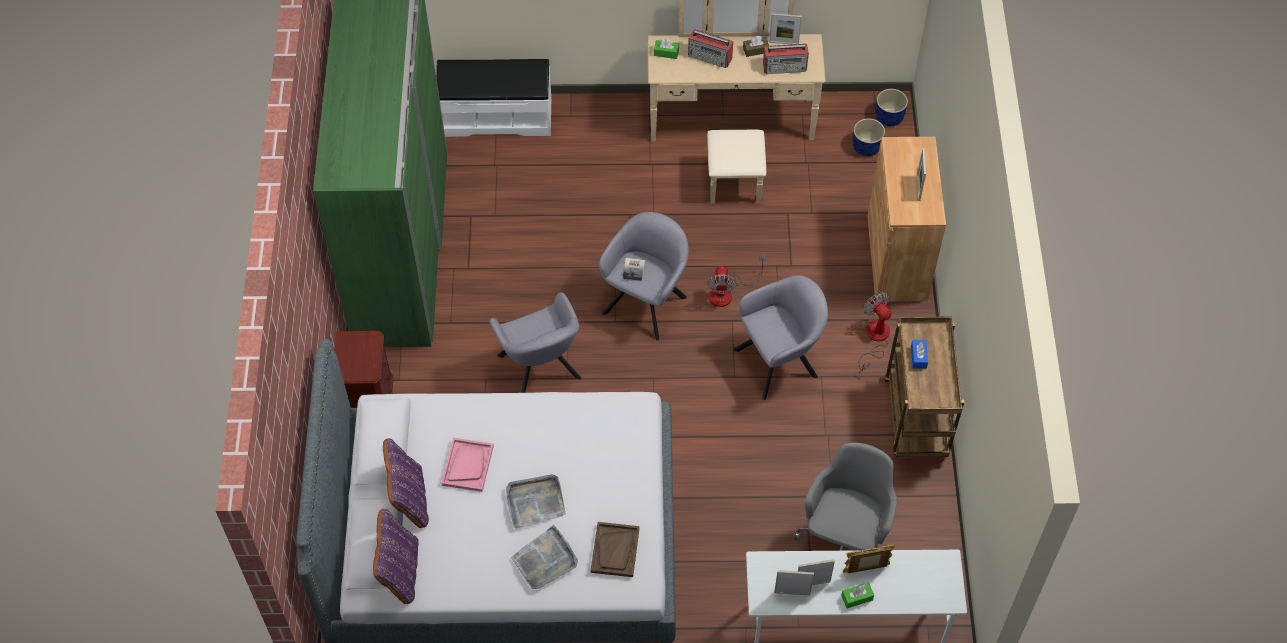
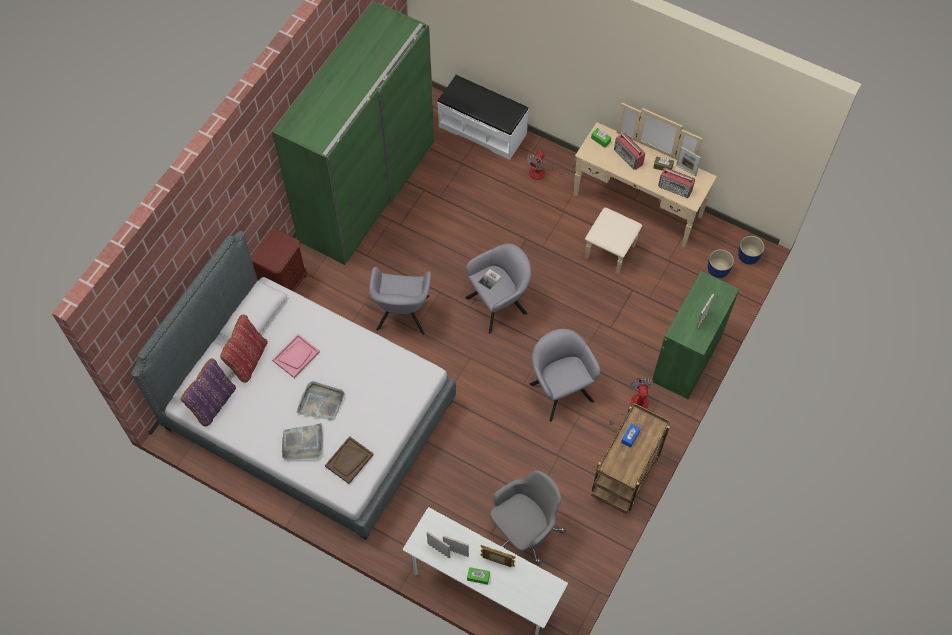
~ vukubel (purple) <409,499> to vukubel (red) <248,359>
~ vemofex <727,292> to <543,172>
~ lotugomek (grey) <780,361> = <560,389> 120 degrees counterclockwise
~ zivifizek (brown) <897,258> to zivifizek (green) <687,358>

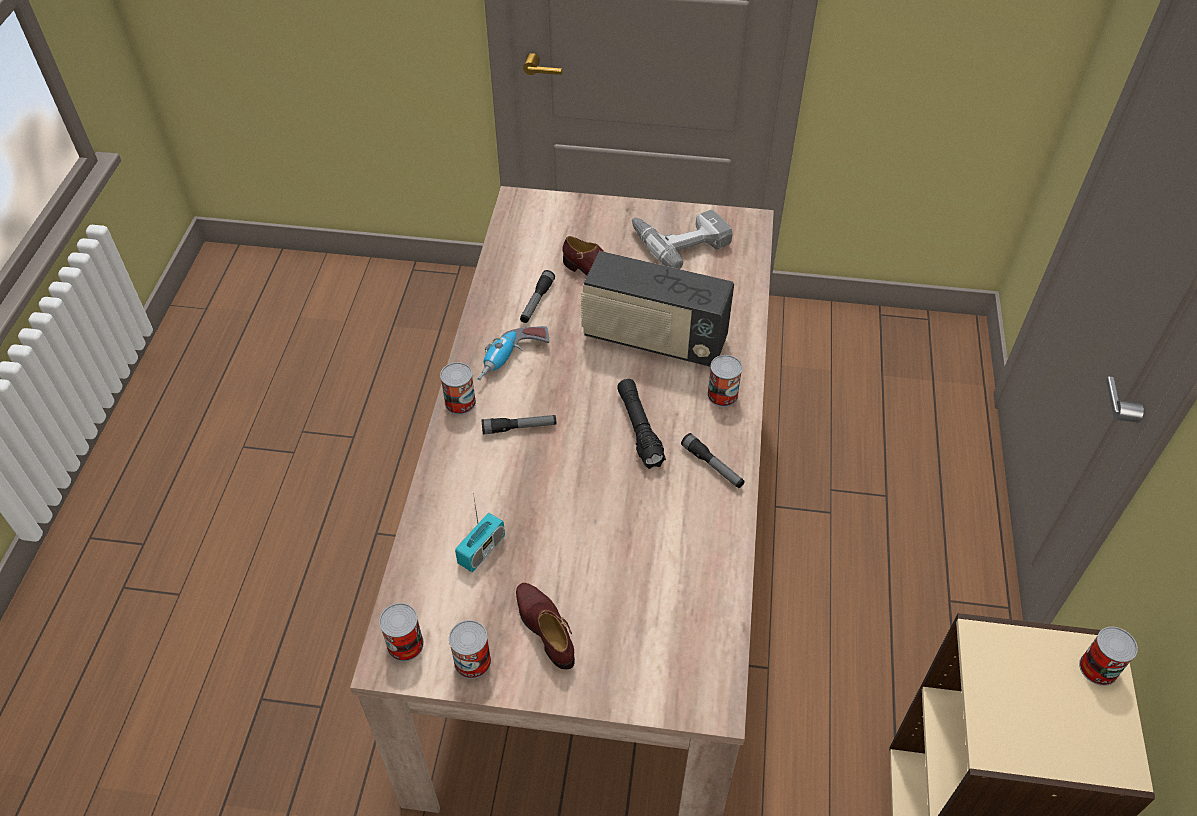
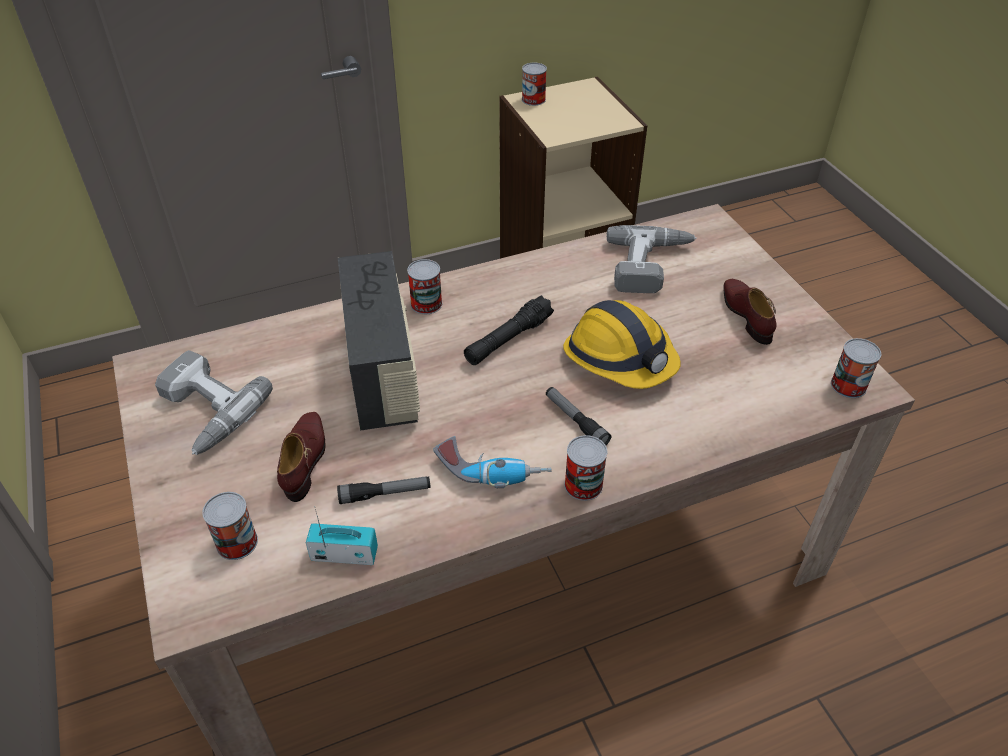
~ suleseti <472,661> to <237,542>
~ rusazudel <481,550> to <344,554>
~ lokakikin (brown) <545,628> = <747,315> 135 degrees clockwise
- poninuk <712,466>
+ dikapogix <620,358>
+ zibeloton <651,266>

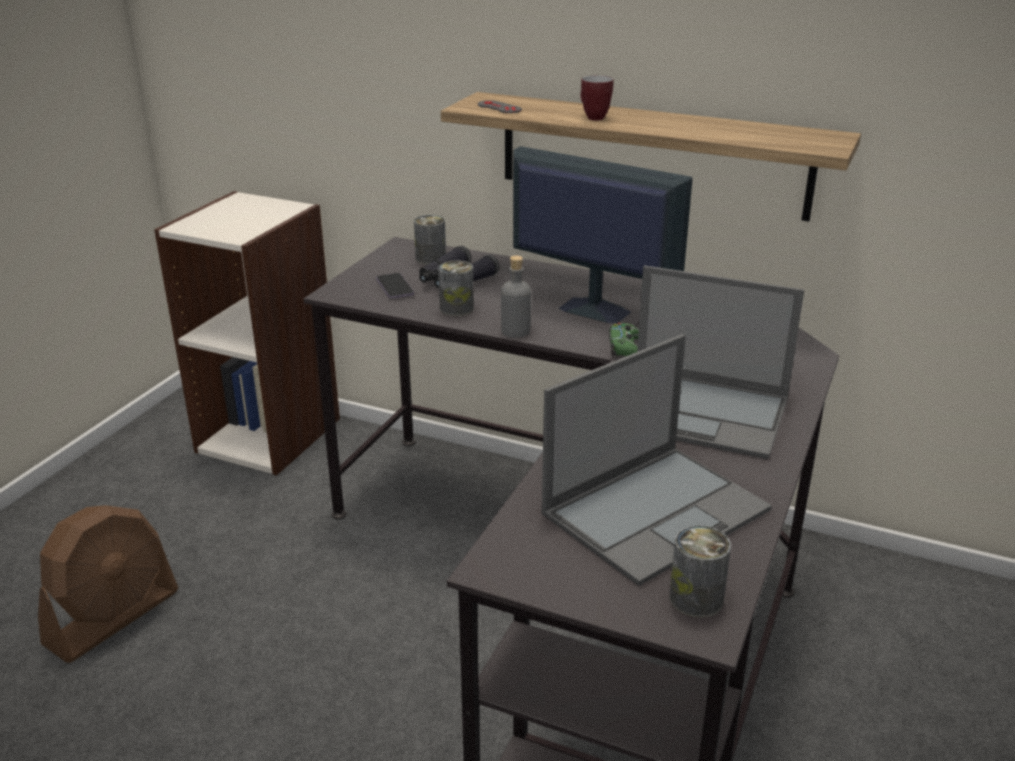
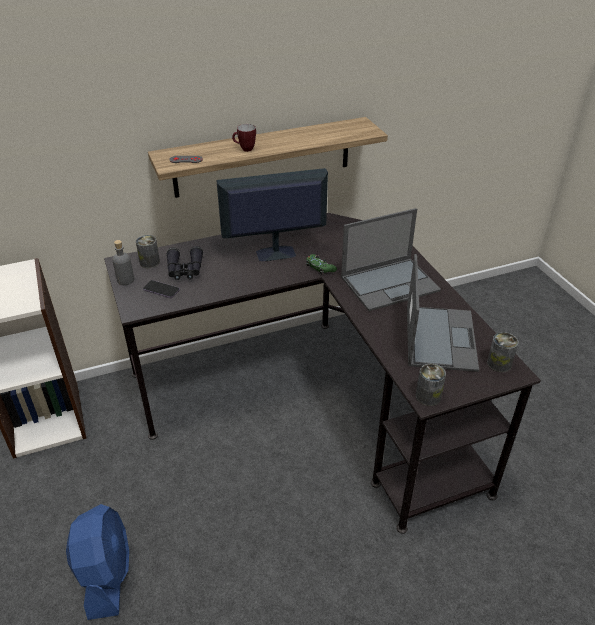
~ vemofex (brown) <113,617> to vemofex (blue) <107,574>
~ suleseti <456,309> to <428,396>
~ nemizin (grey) <515,331> to <125,280>

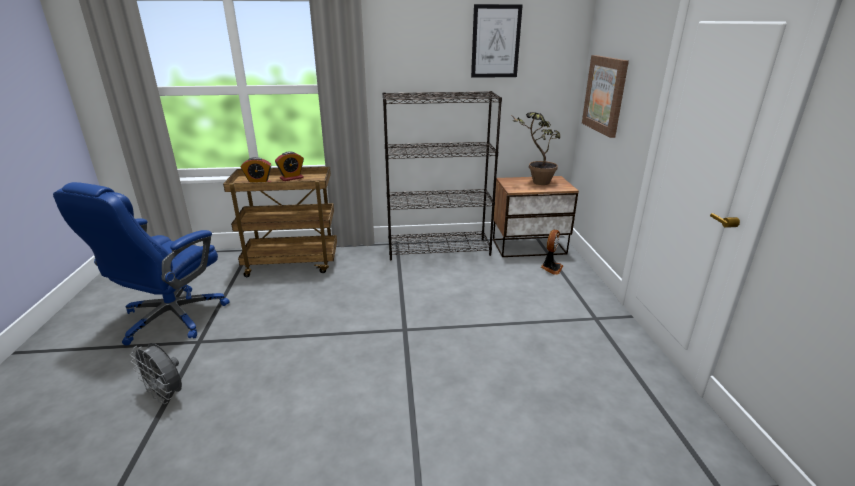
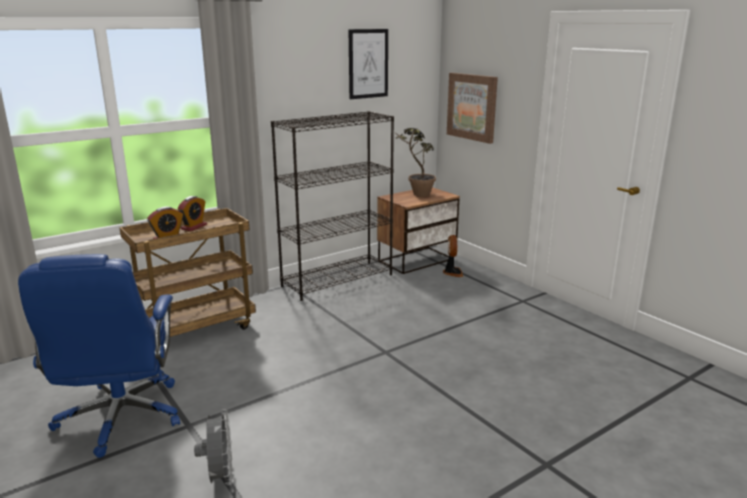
~ vemofex (grey) <166,395> = <220,477> 105 degrees counterclockwise

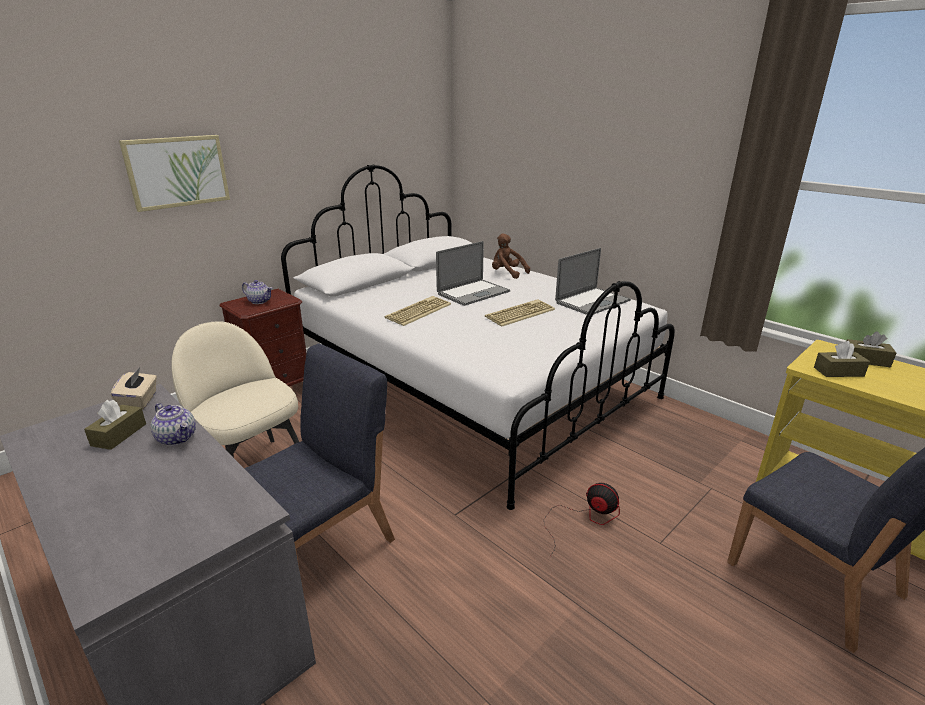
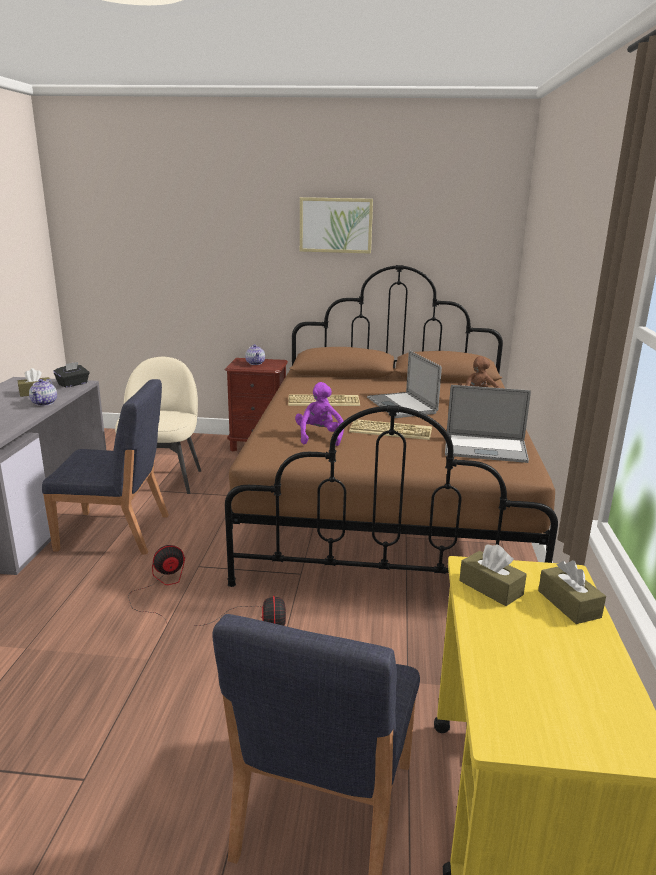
~ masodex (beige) <139,401> to masodex (black) <73,384>
~ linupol <177,172> to <335,225>
~ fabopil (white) <472,384> to fabopil (brown) <387,505>
~ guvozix <473,293> = <401,405> 60 degrees clockwise
+ vemofex <161,587>
+ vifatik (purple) <319,437>

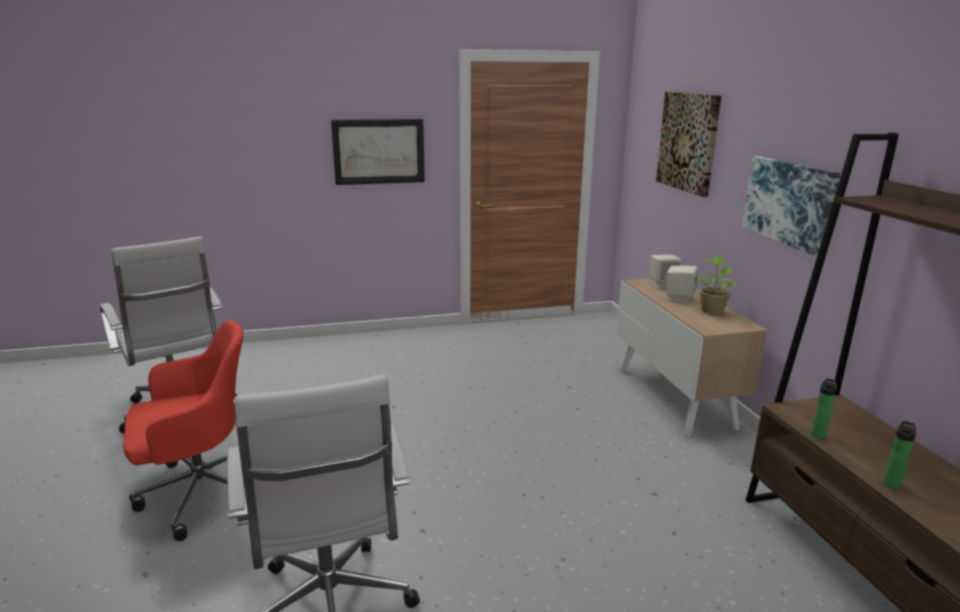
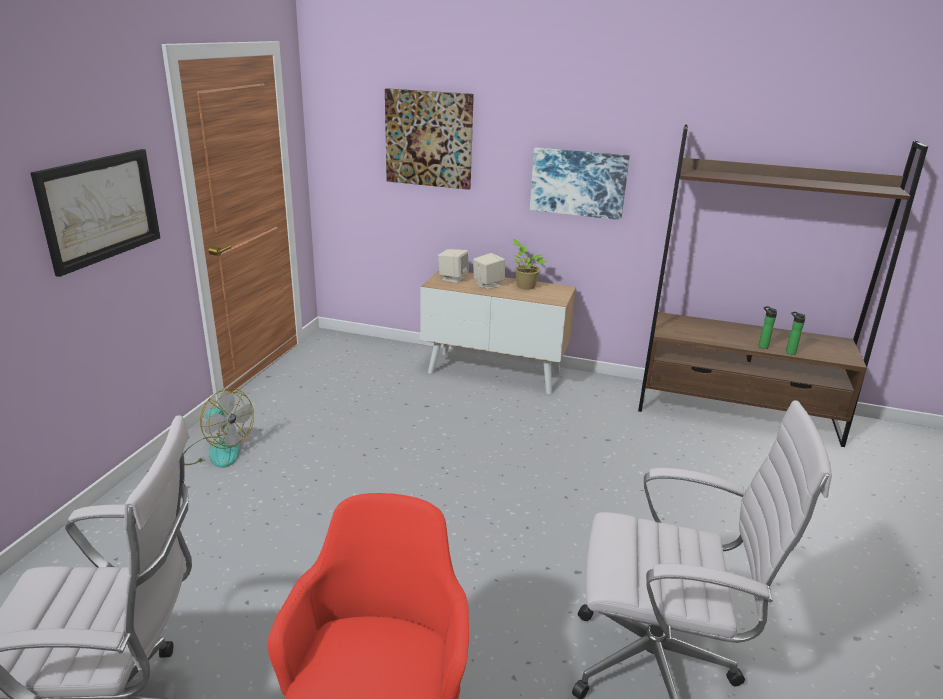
~ nemizin <818,434> to <789,352>
+ vemofex <217,451>

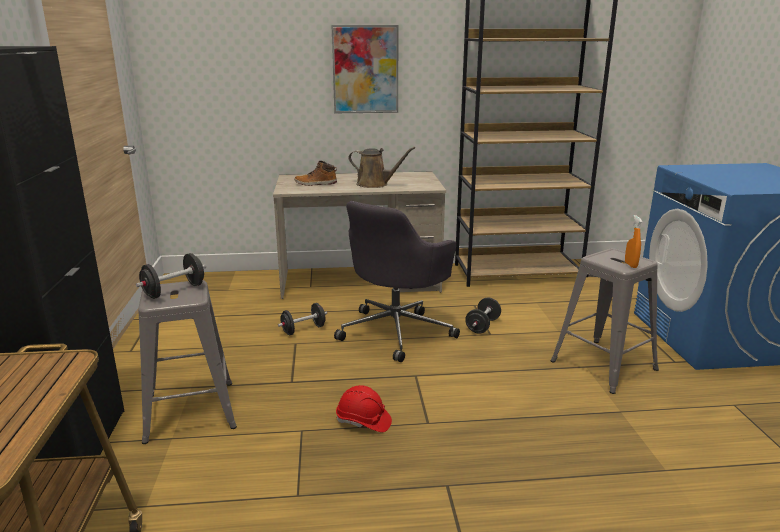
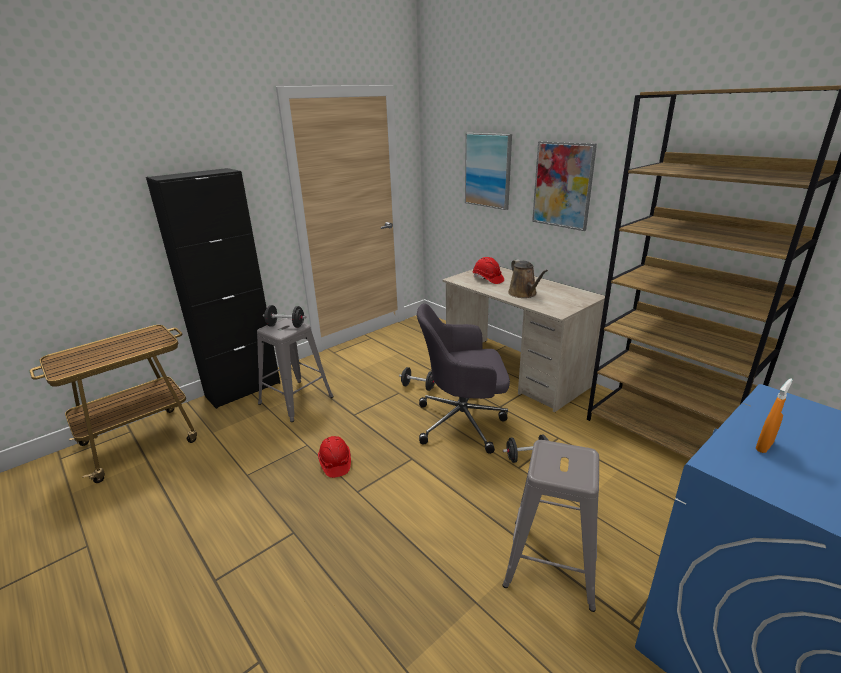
~ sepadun <315,184> to dikapogix (red) <487,279>
~ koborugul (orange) <630,265> to <764,446>
+ linupol <488,170>

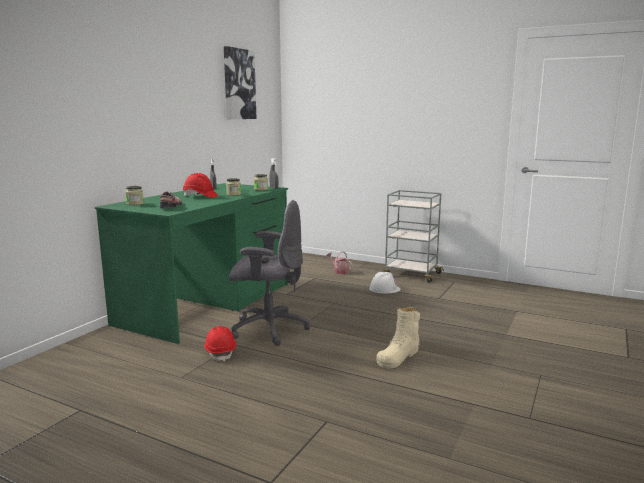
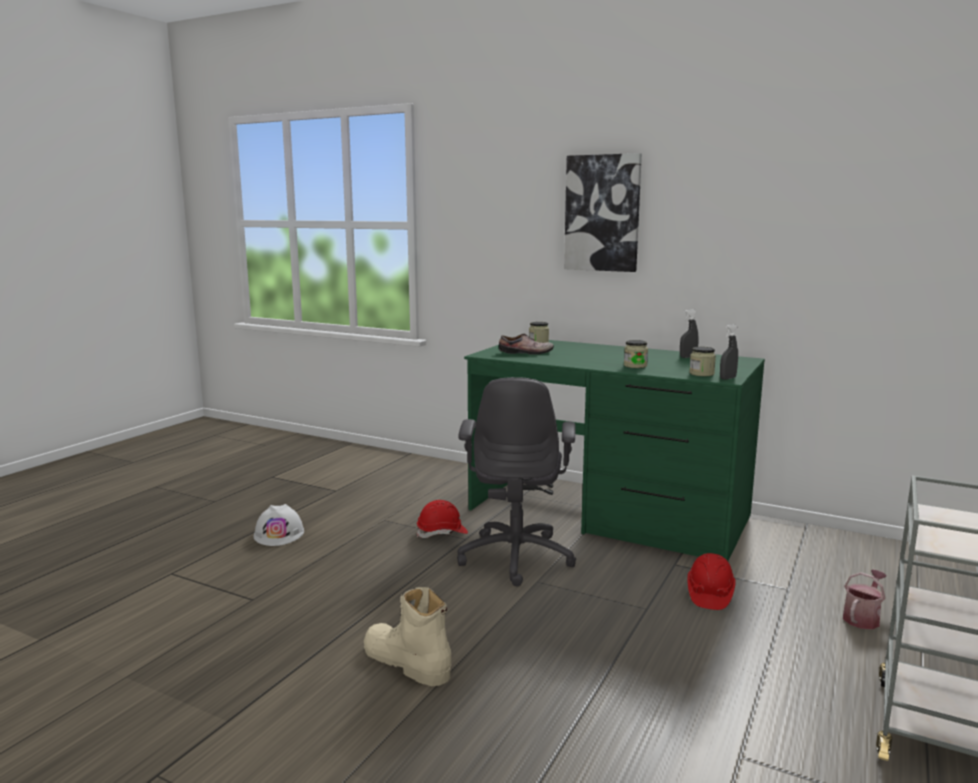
~ dikapogix (red) <200,196> to <709,594>
~ linupol <239,84> to <602,213>
~ dikapogix (white) <384,289> to <279,534>

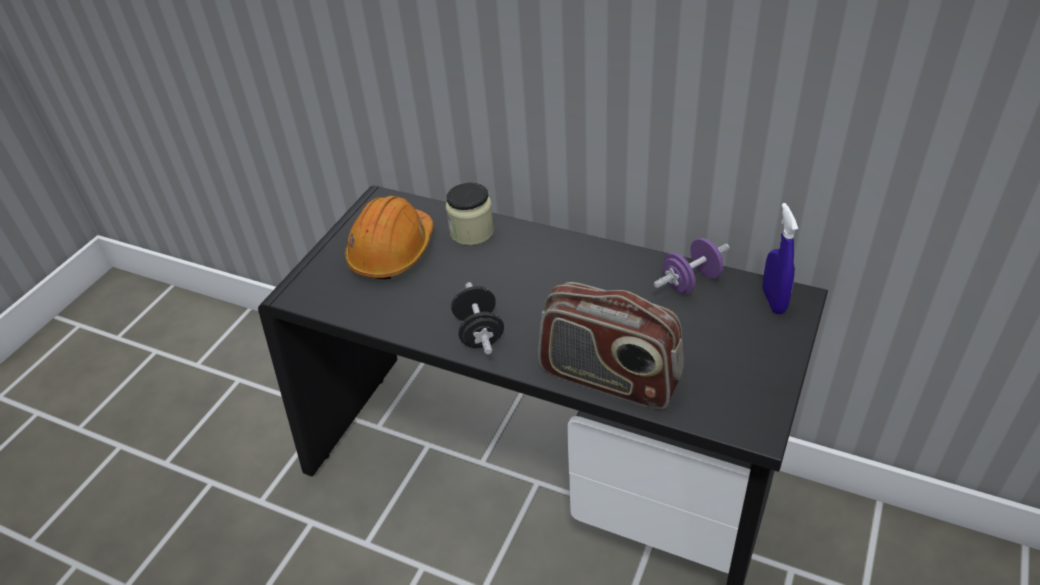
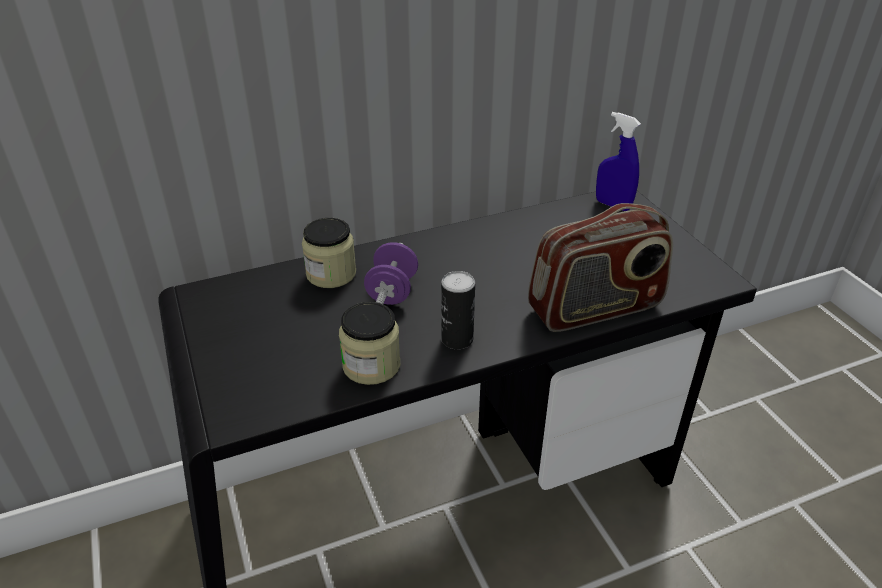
- dikapogix (orange) <392,252>
~ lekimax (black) <479,333> to suleseti <457,339>
~ lekimax (purple) <691,282> to <392,291>
+ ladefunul <371,365>

